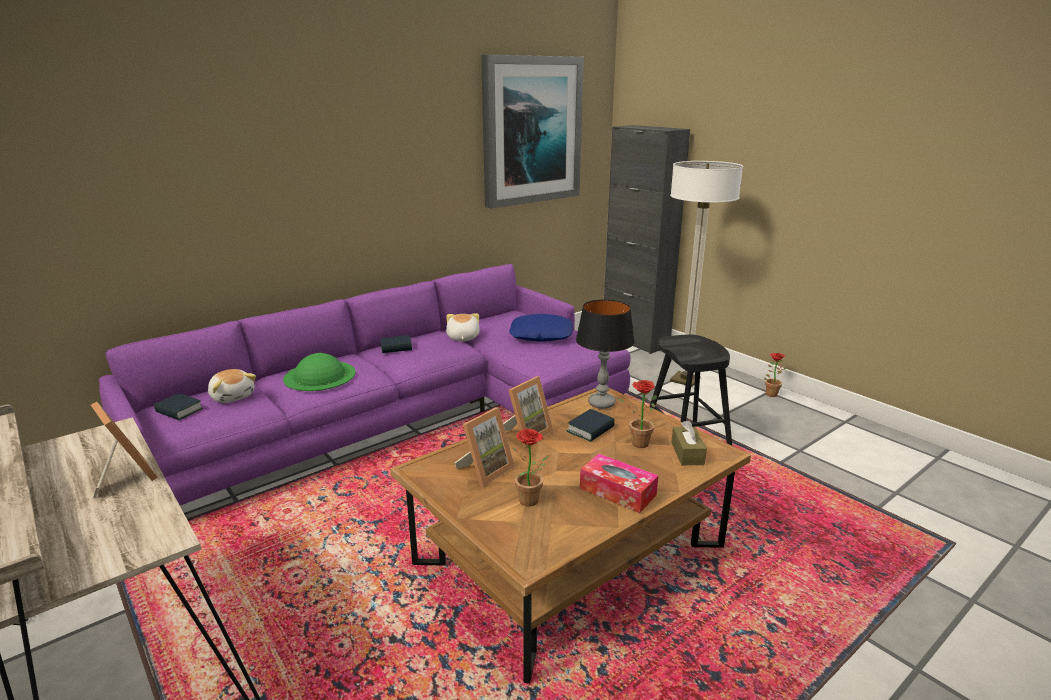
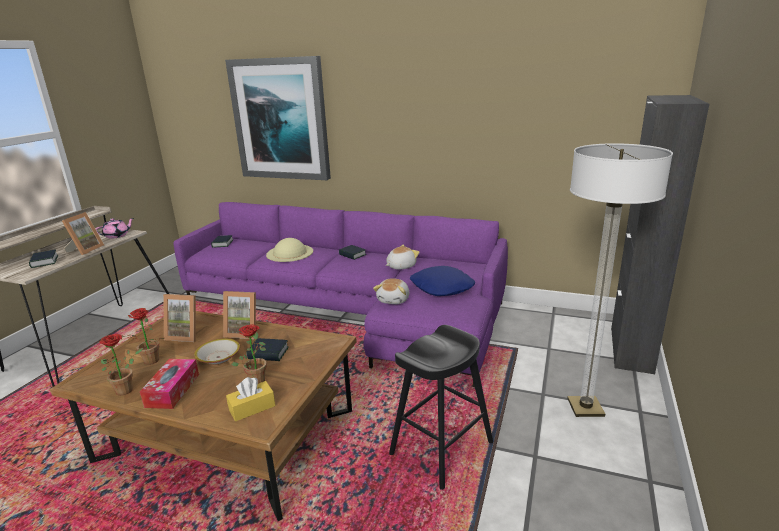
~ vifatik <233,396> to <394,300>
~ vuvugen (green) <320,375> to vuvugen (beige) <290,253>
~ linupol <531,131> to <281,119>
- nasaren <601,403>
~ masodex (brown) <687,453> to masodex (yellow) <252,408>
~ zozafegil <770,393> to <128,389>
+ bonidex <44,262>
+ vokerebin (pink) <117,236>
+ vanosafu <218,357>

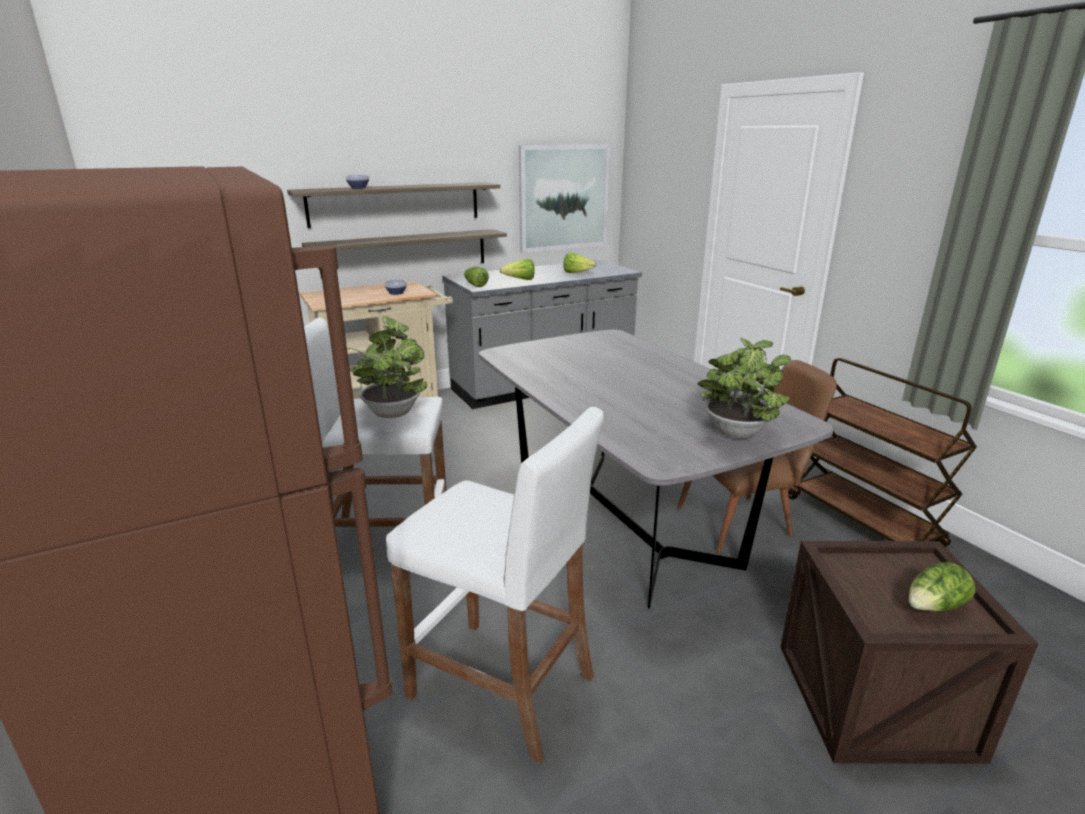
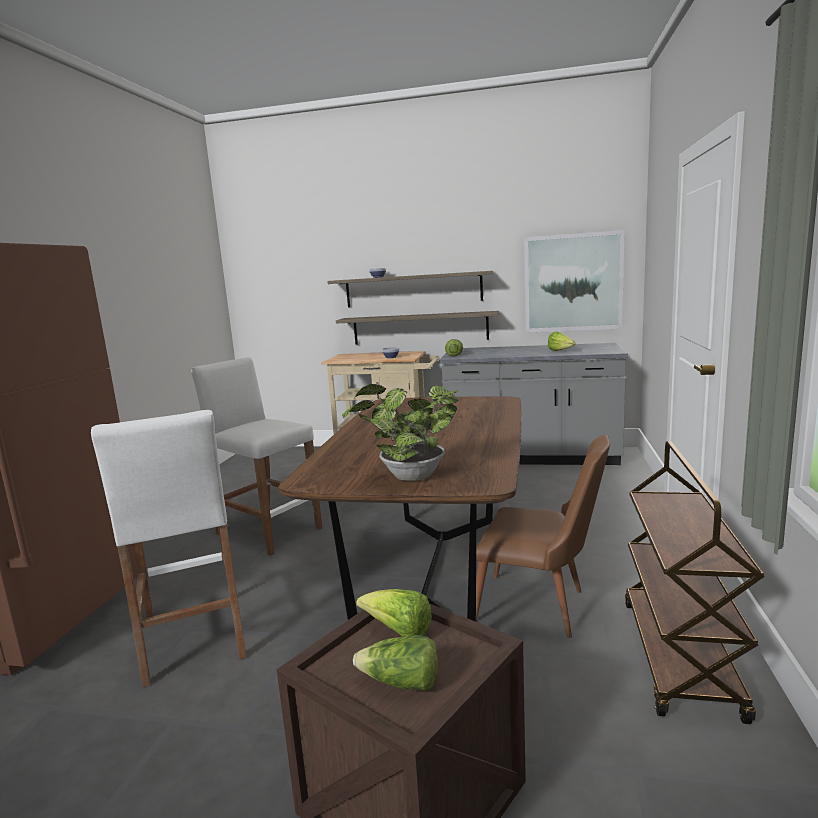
- zozafegil <393,411>
~ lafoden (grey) <621,521> to lafoden (brown) <432,569>
~ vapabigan <520,280> to <399,632>

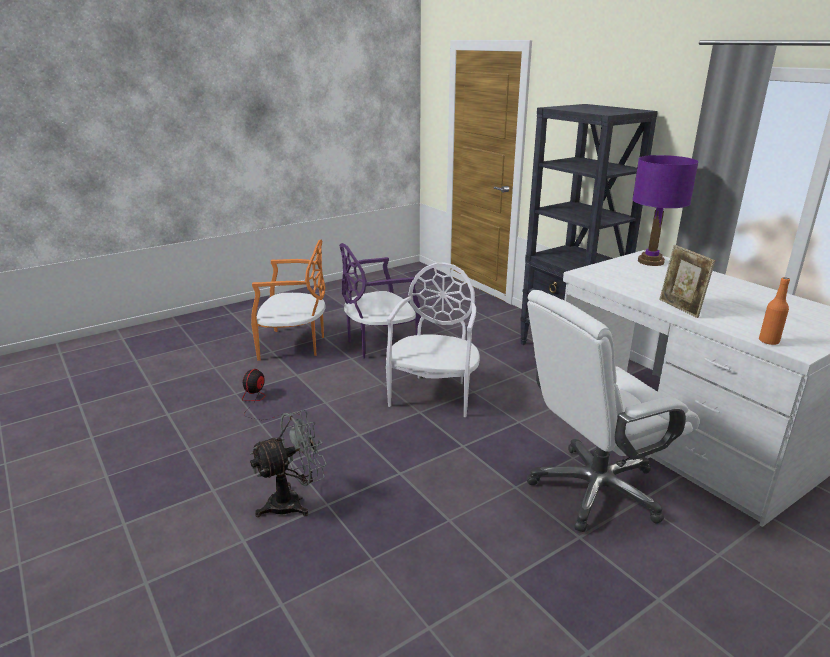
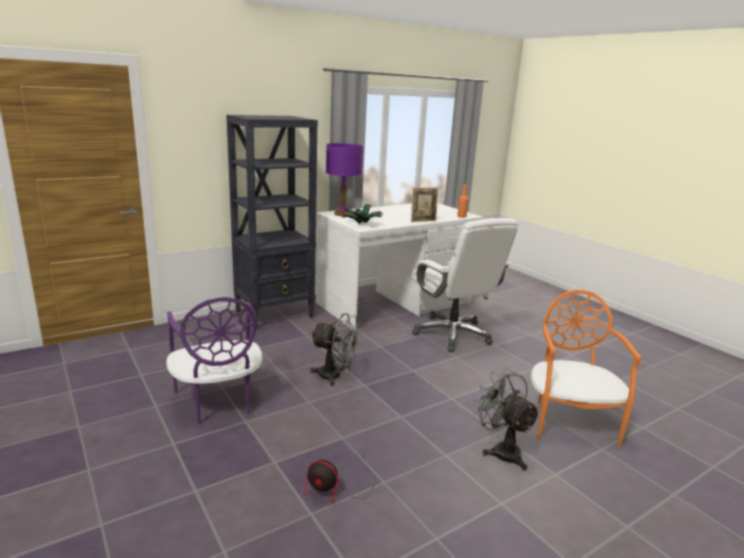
~ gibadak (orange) <294,345> to <569,421>
~ gibadak (white) <434,394> to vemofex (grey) <335,376>
+ zozafegil <362,224>

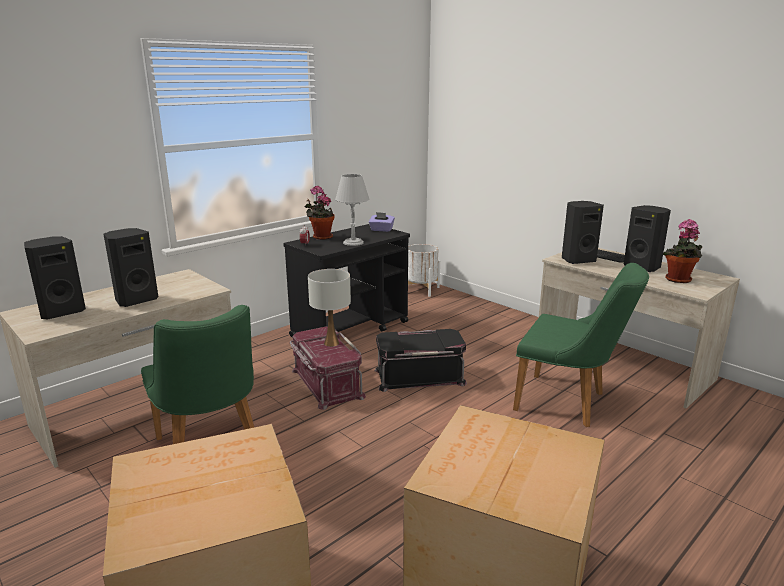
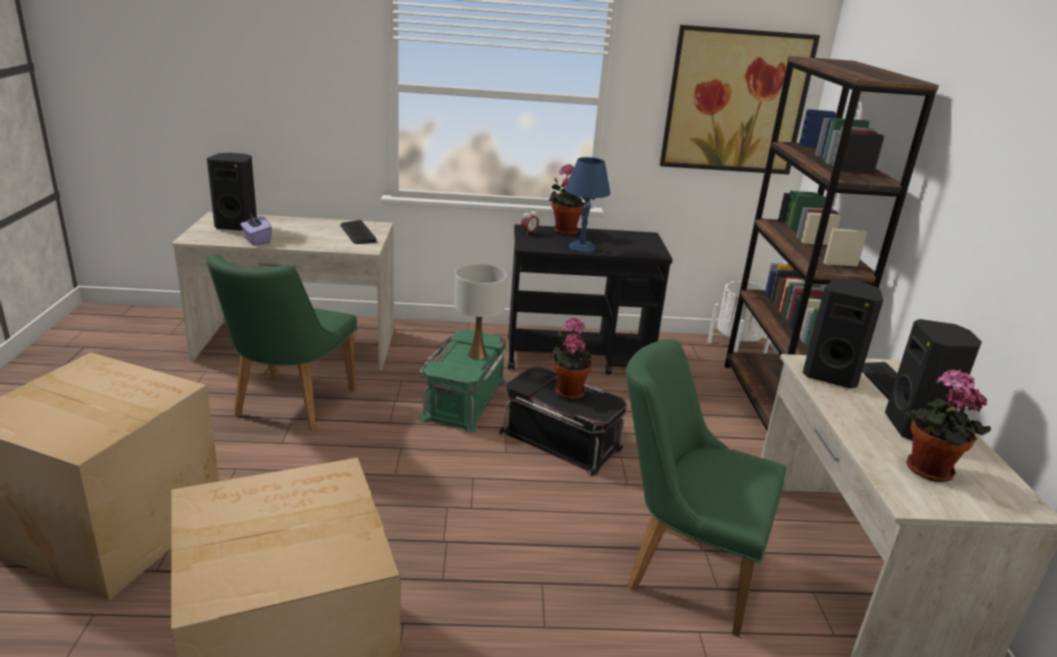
- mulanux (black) <135,300>
~ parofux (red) <326,383> to parofux (green) <463,399>
~ nasaren (grey) <353,242> to nasaren (blue) <581,247>
~ masodex (purple) <381,230> to <257,240>
~ gibadak (green) <569,403> = <682,567> 135 degrees clockwise
+ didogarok <357,233>
+ zozafegil <568,391>
+ linupol <735,101>
+ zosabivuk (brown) <773,403>

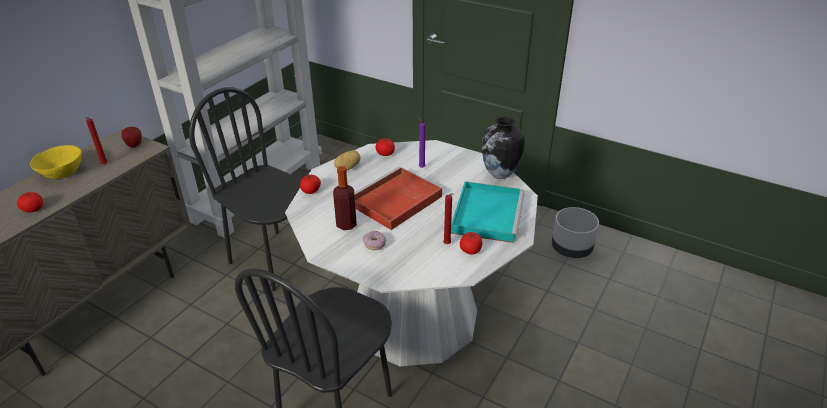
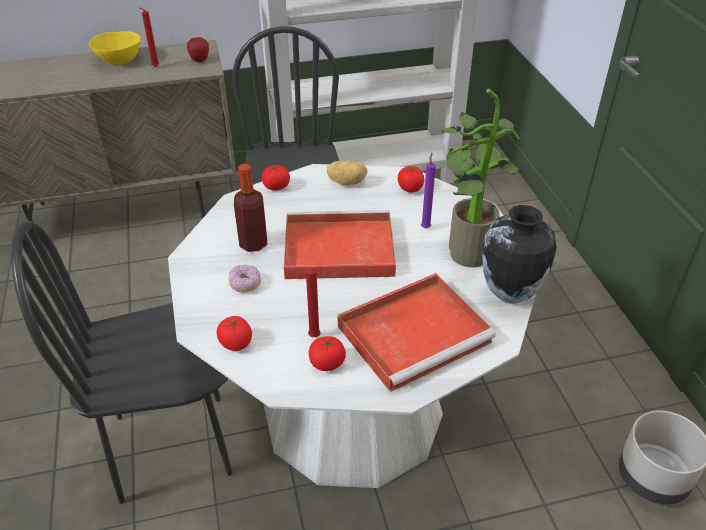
~ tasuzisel <33,209> to <236,343>
~ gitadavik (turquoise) <487,213> to gitadavik (red) <416,332>
+ zozafegil <466,250>

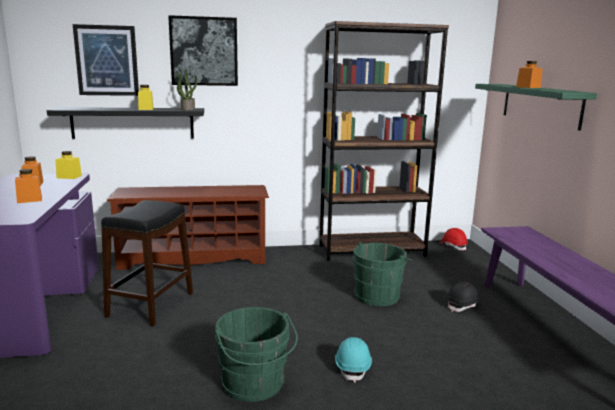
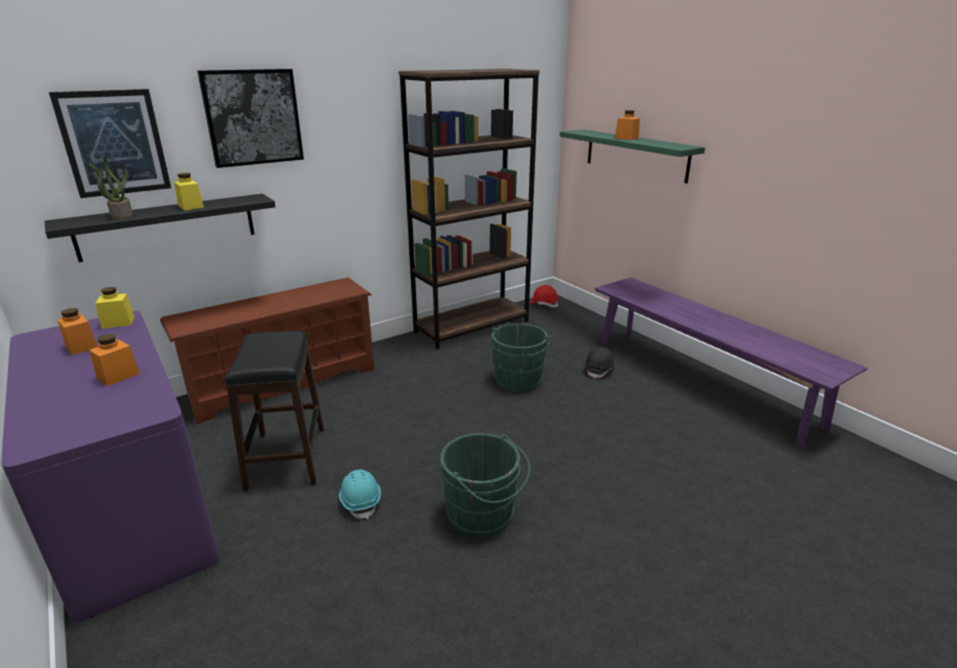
~ zozafegil <187,109> to <121,215>
~ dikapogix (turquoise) <353,367> to <360,501>

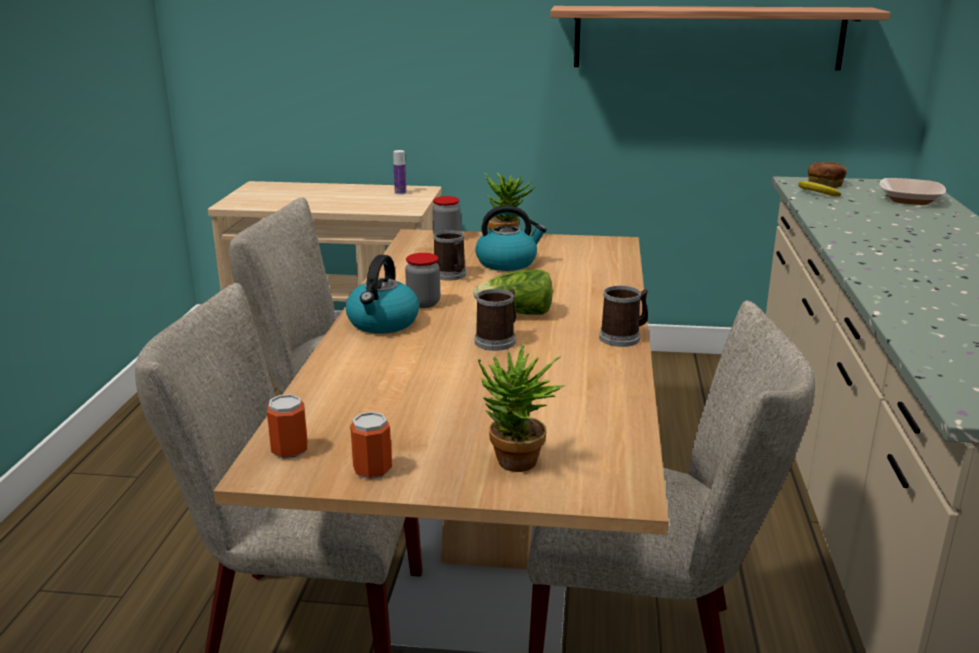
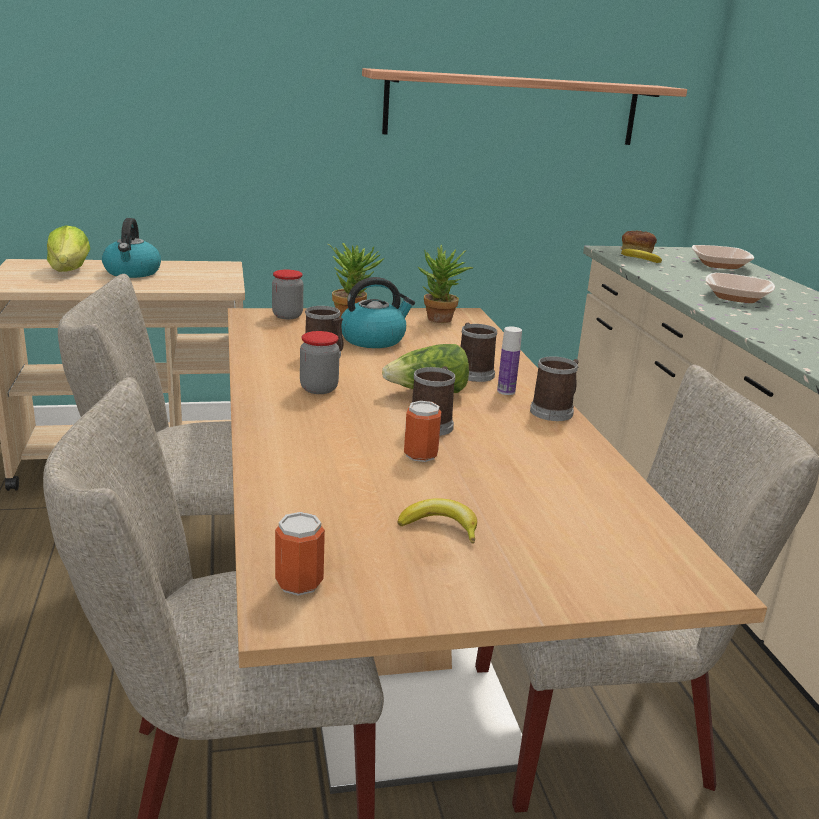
~ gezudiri <383,323> to <132,272>
~ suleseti <372,470> to <420,455>
~ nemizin <400,193> to <506,391>
~ zozafegil <515,466> to <440,321>
+ vapabigan <70,270>
+ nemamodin <440,527>
+ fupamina <473,373>
+ vanosafu <736,297>

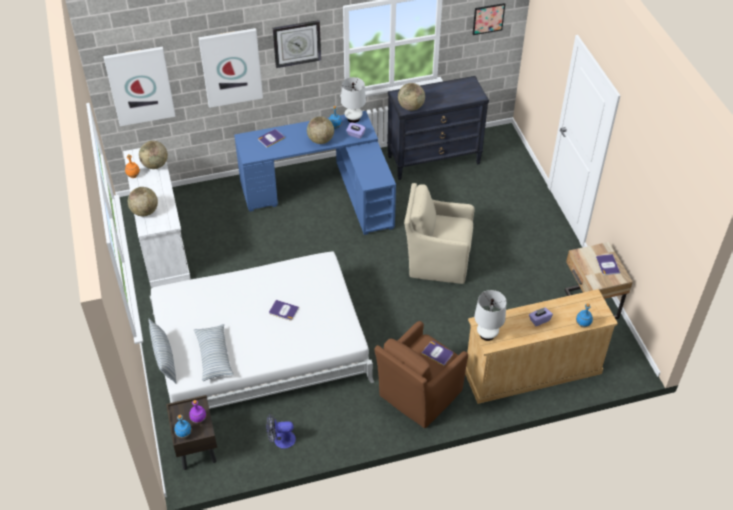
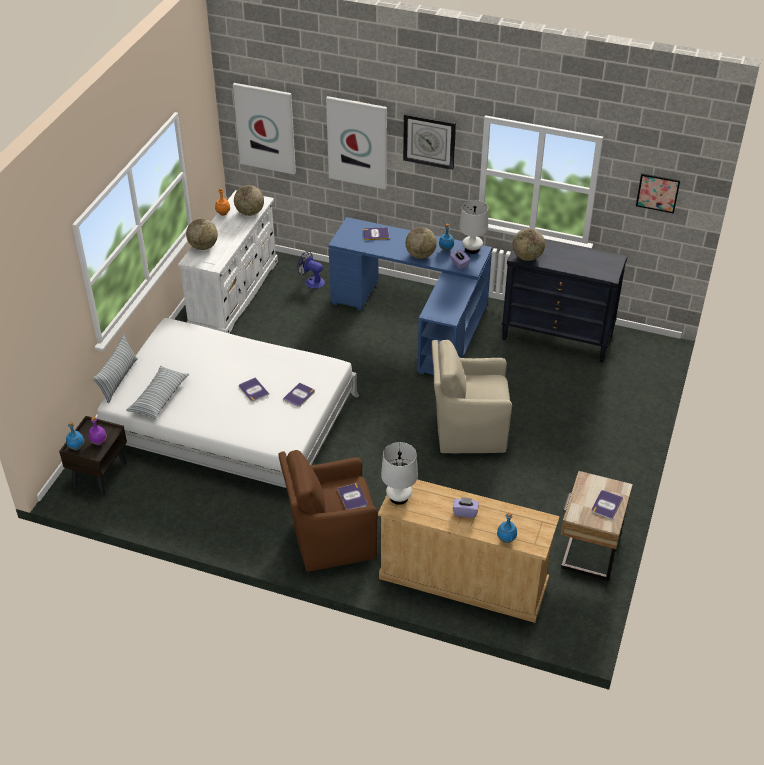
~ vemofex <280,440> to <311,281>
~ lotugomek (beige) <436,260> = <467,430> 45 degrees counterclockwise
+ bonidex <299,395>

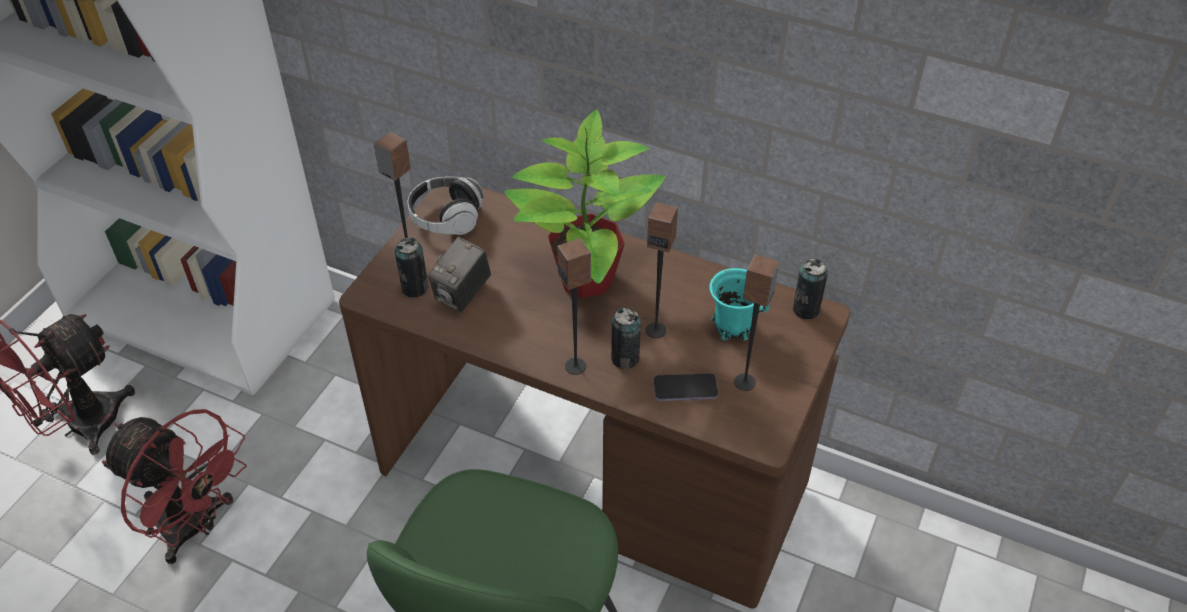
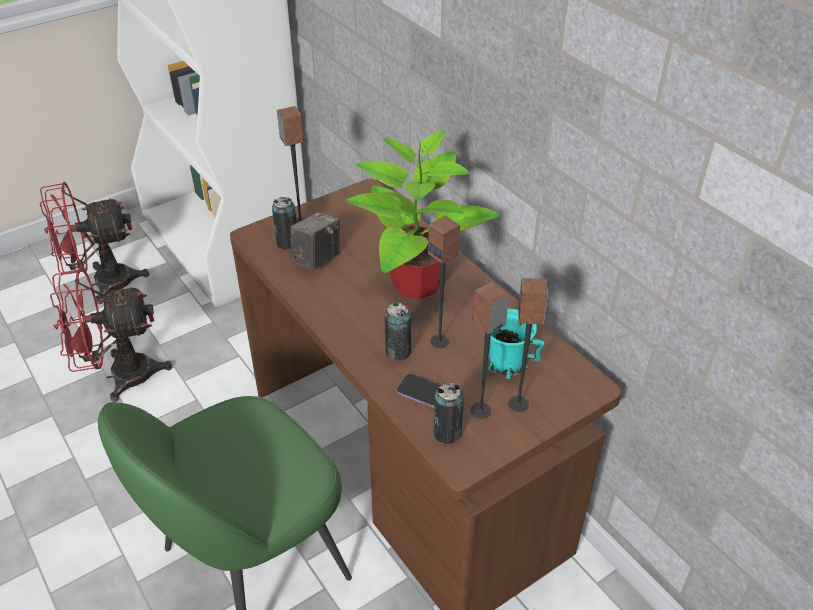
~ vemofex (red) <196,527> = <120,376> 105 degrees clockwise
- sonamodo <446,218>
~ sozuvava <462,294> = <316,259> 150 degrees clockwise
~ mulanux <576,366> to <519,404>
~ suleseti <806,309> to <447,433>

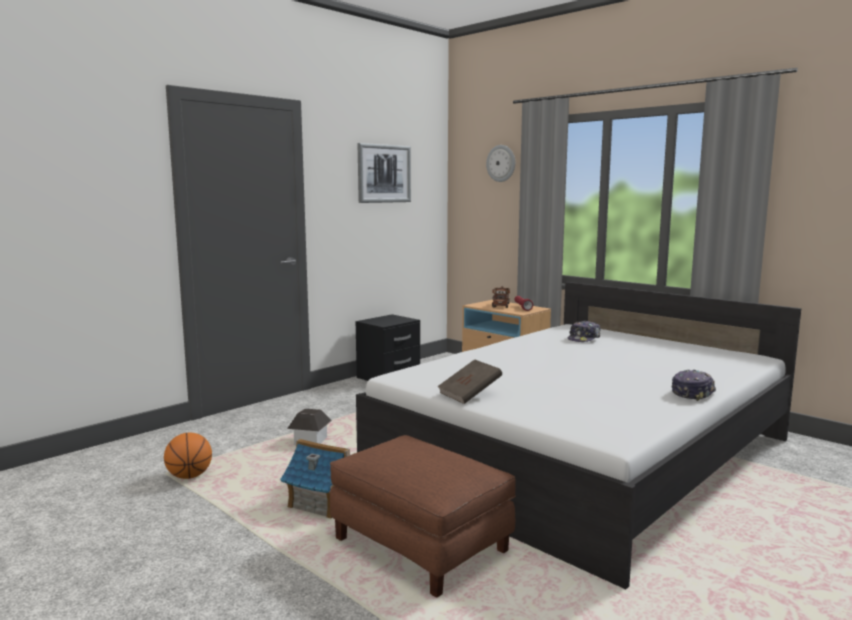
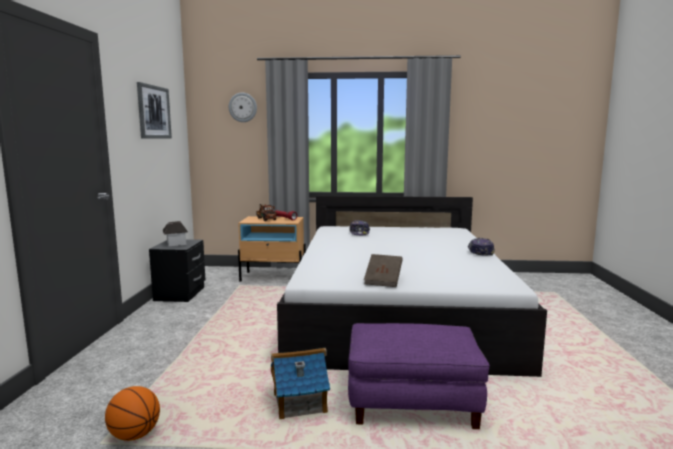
~ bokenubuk <310,442> to <176,243>
~ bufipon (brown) <422,545> to bufipon (purple) <413,402>

